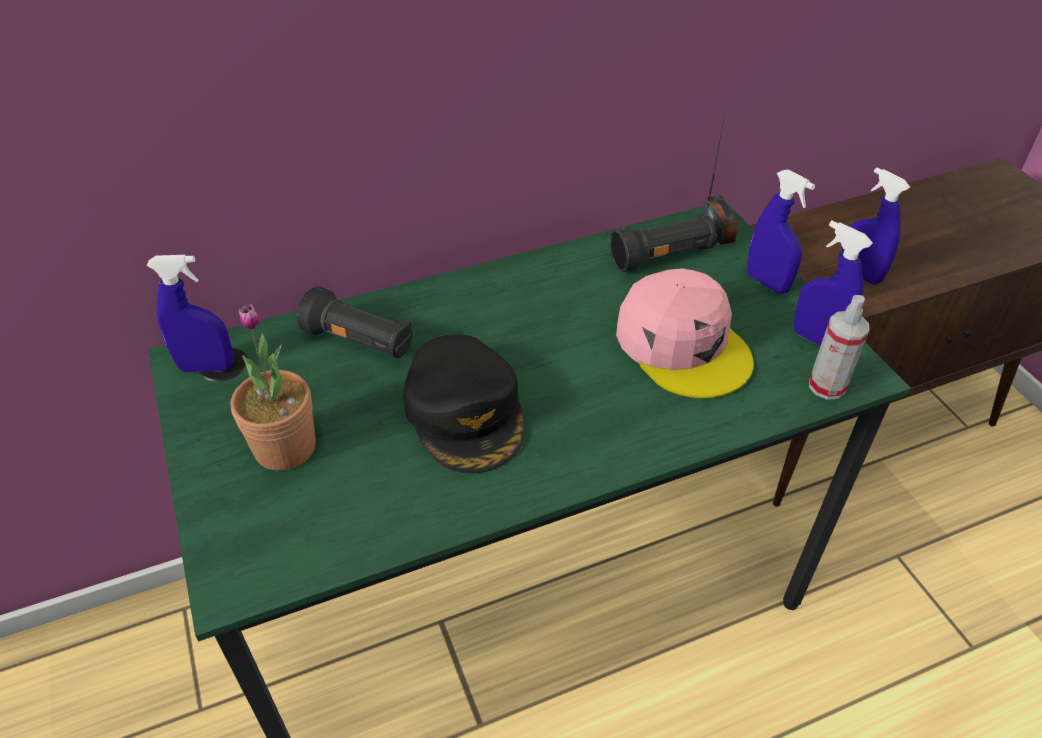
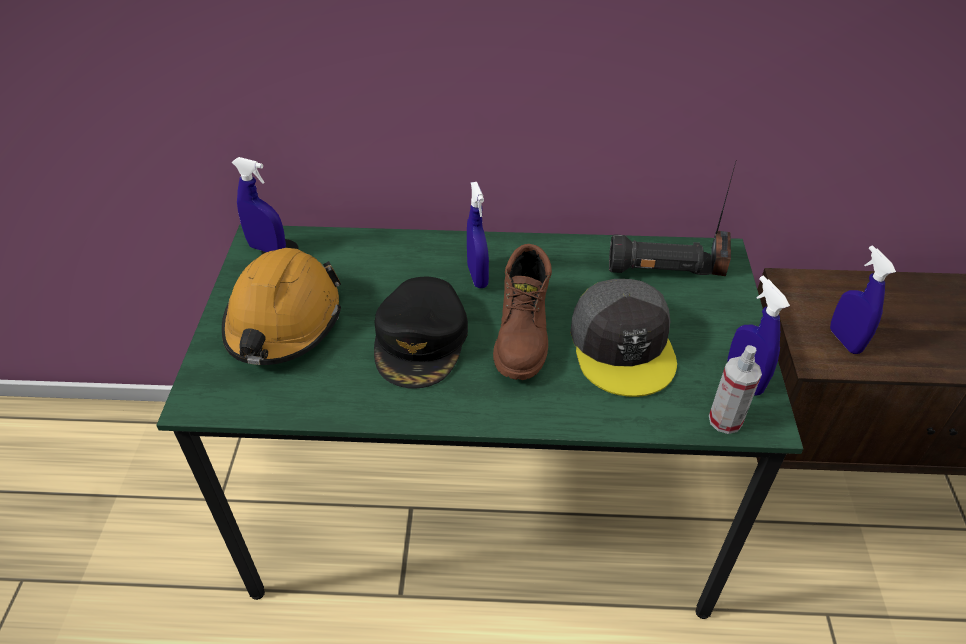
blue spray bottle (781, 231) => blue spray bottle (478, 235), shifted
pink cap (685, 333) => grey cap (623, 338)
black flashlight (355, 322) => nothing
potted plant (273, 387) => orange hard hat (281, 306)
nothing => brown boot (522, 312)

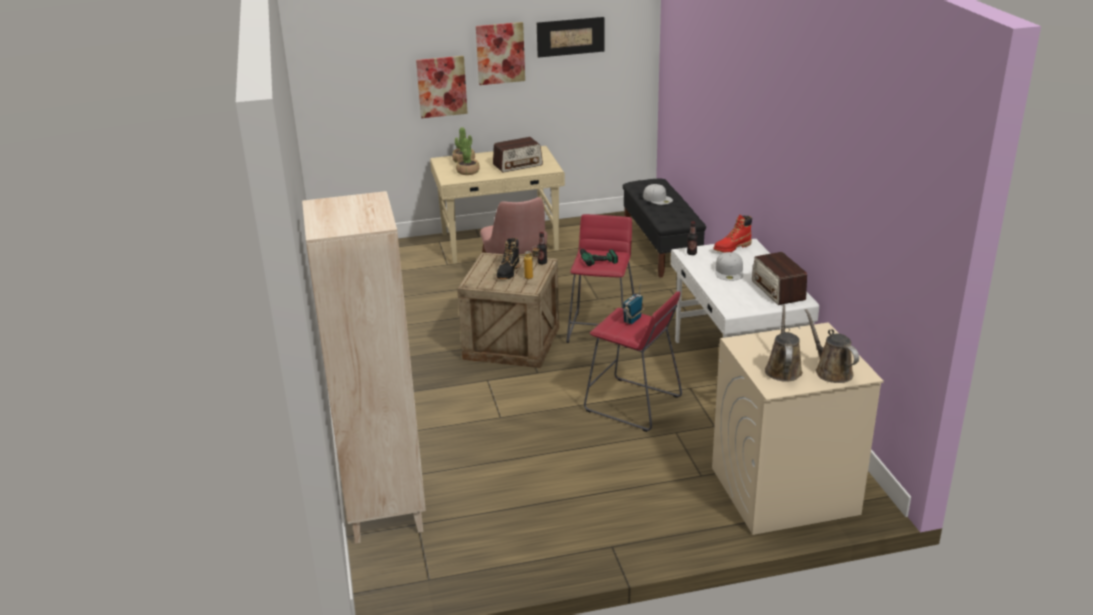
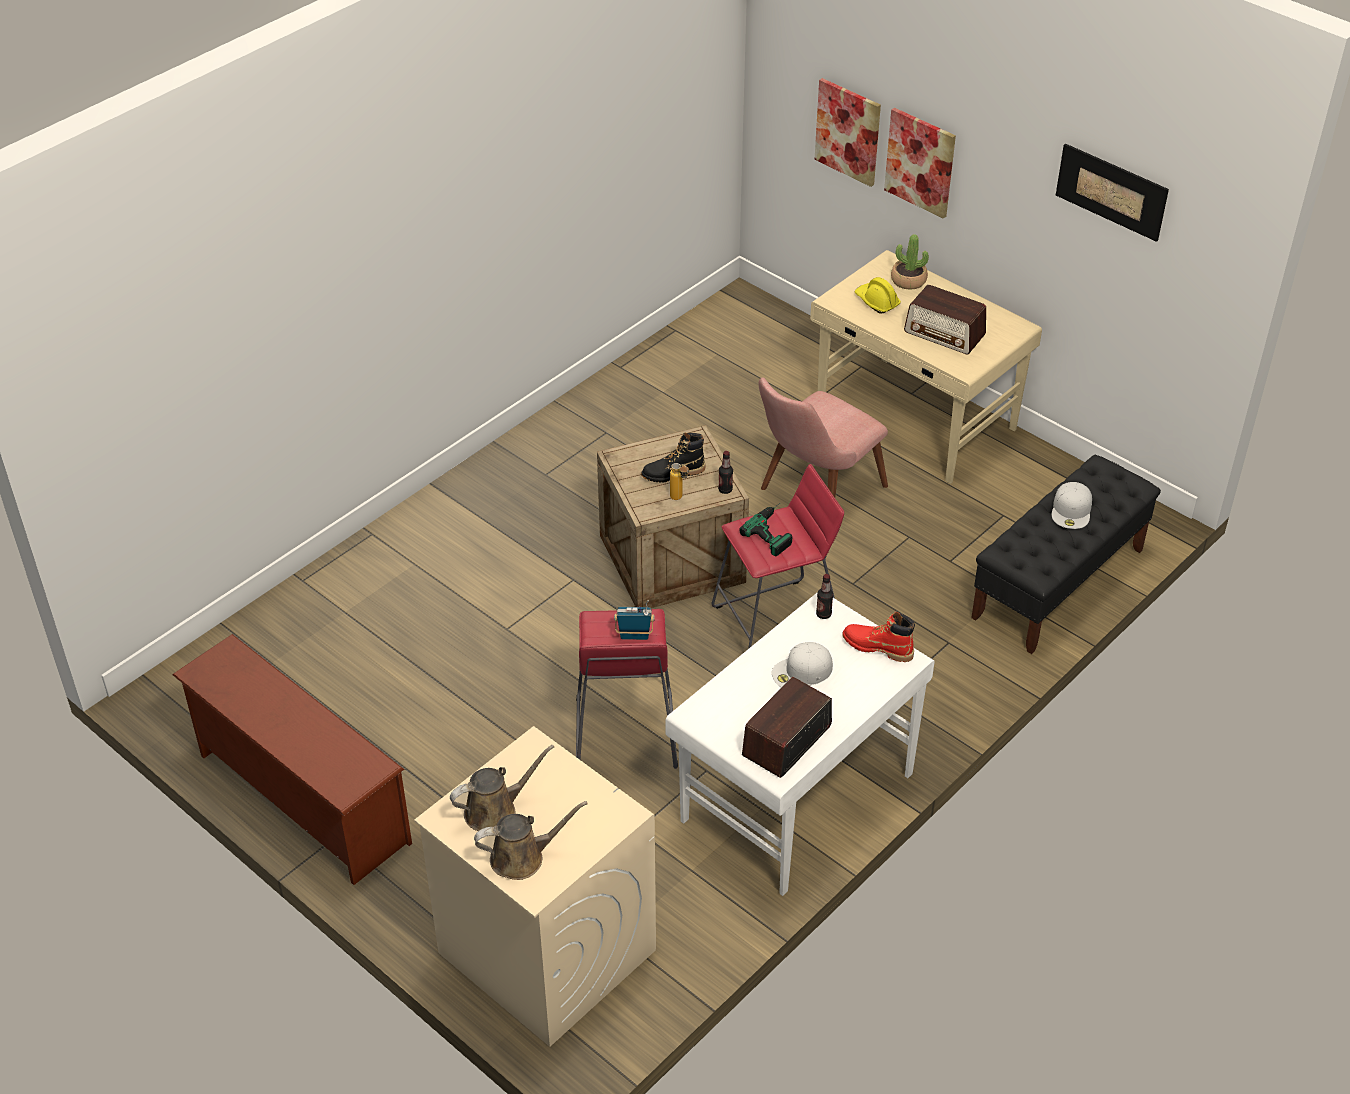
picture (500, 53) => picture (847, 132), shifted
potted plant (468, 156) => yellow hard hat (878, 295)
beige bookcase (364, 367) => nothing
brown watering can (832, 346) => brown watering can (531, 840), 45 degrees clockwise
nothing => brown shoe rack (292, 759)

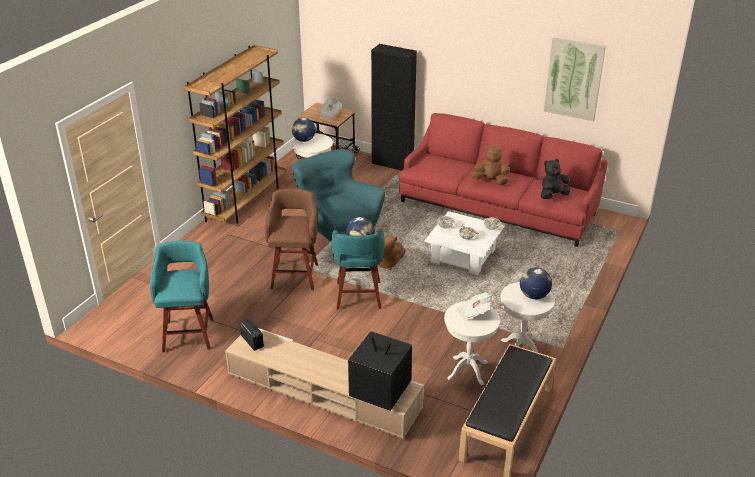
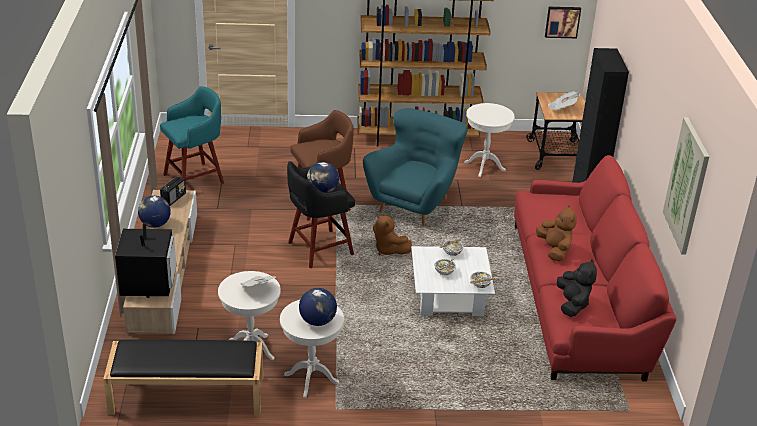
globe (304, 130) => globe (154, 212), shifted
black plush toy (555, 179) => black plush toy (577, 288), 60 degrees clockwise
turquoise stool (358, 269) => black stool (321, 214)
nothing => picture (563, 22)

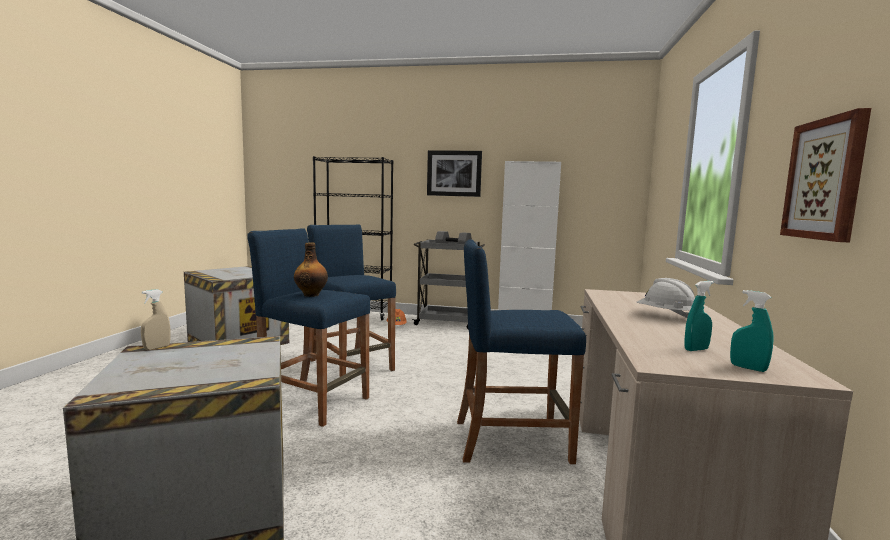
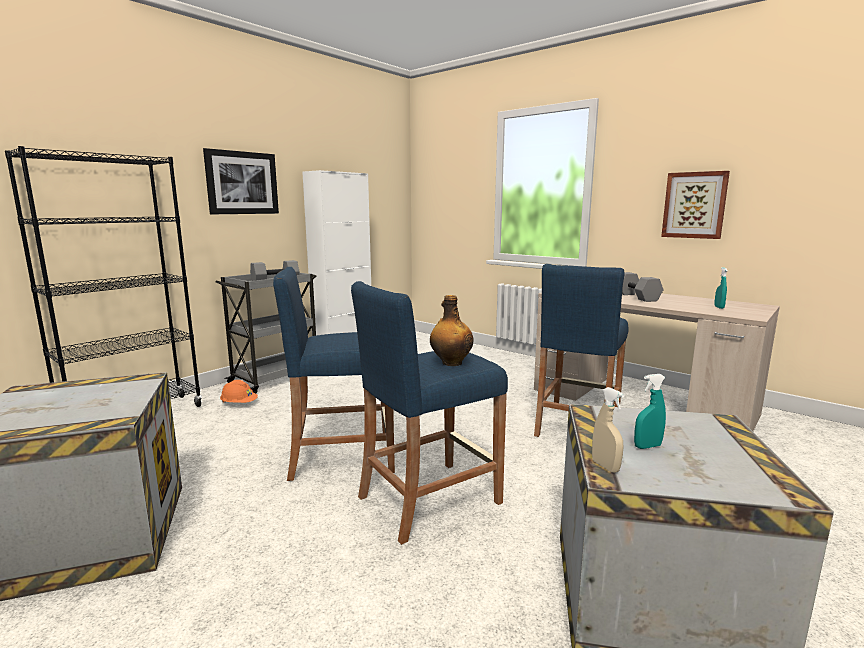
white hard hat (666, 298) => grey dumbbell (642, 287)
turquoise spray bottle (752, 331) => turquoise spray bottle (650, 411), shifted

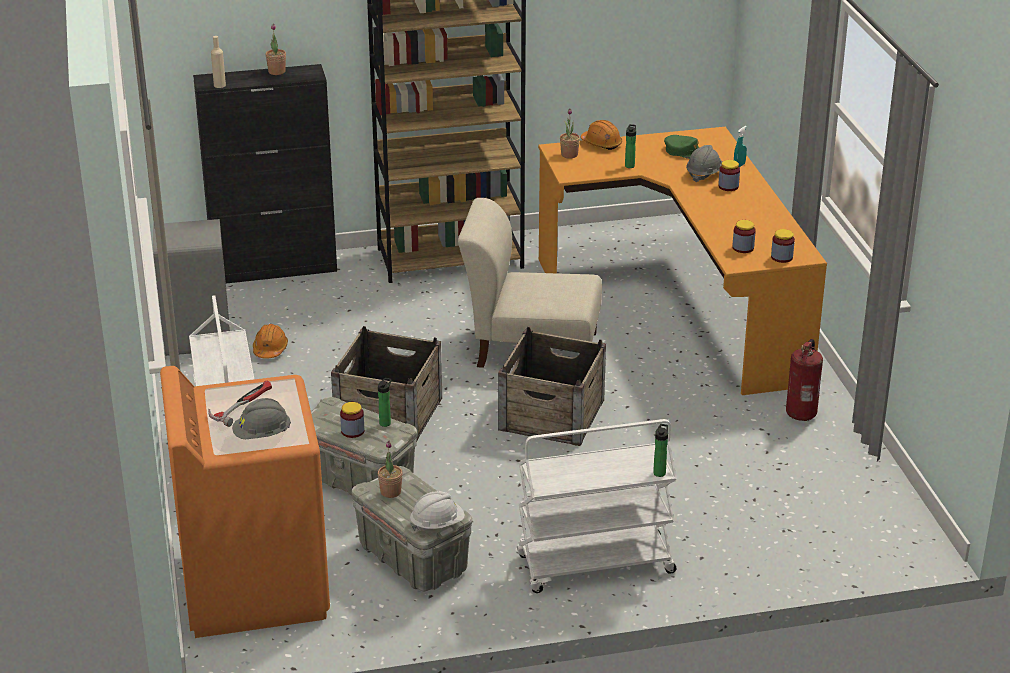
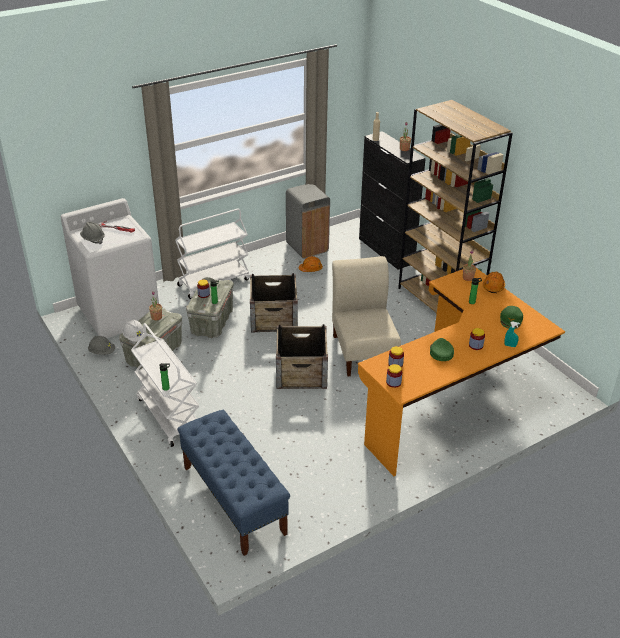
grey hard hat (704, 163) => grey hard hat (101, 345), shifted
fire extinguisher (804, 380) => nothing
orange washing machine (245, 502) => white washing machine (109, 268)
nothing => green cap (442, 349)
nothing => blue bench (233, 483)

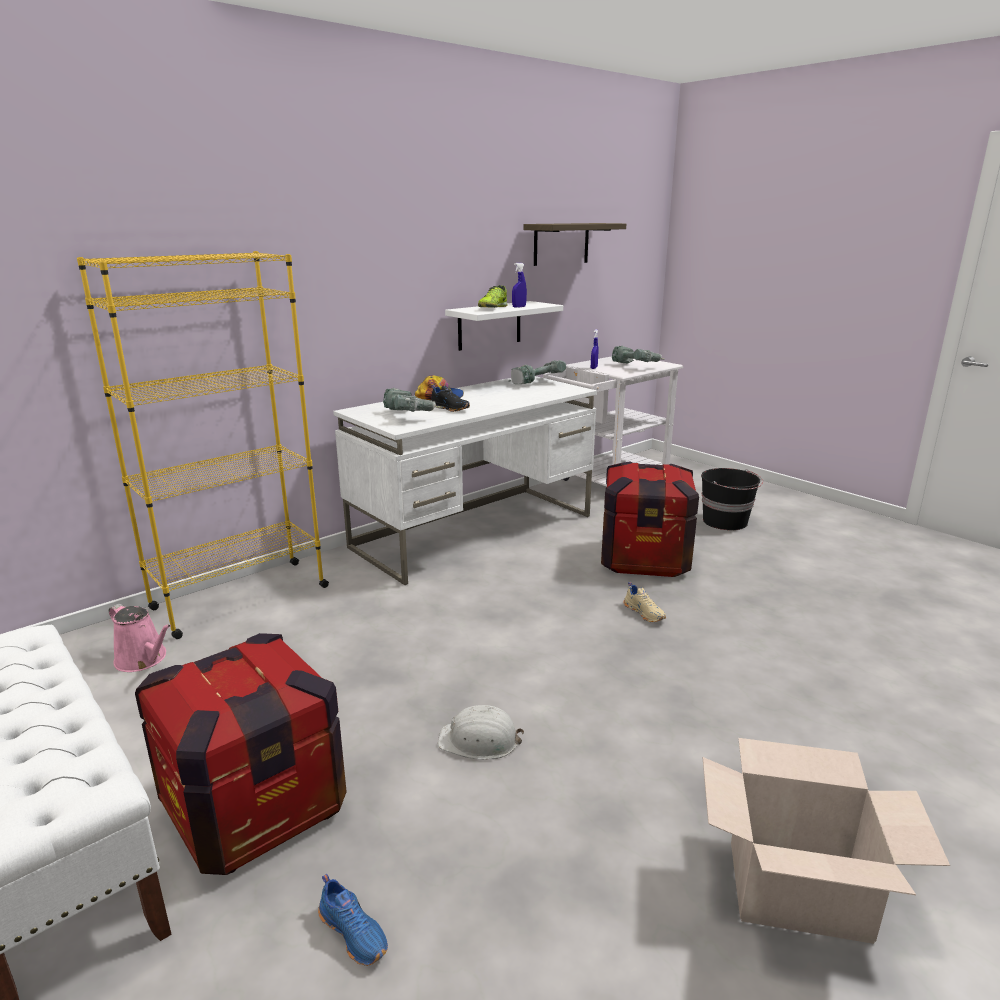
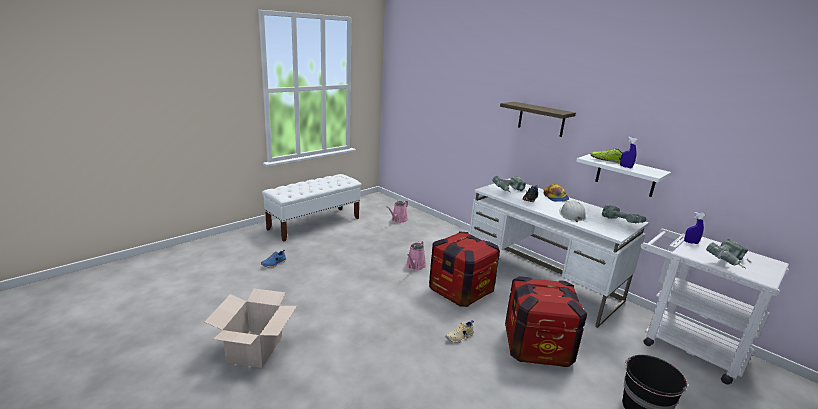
shelf (574, 244) => shelf (538, 119), shifted
yellow bookcase (203, 445) => nothing
crate (241, 754) => crate (464, 269), shifted
white hard hat (481, 732) => white hard hat (572, 211), shifted
nothing => pink watering can (416, 256)

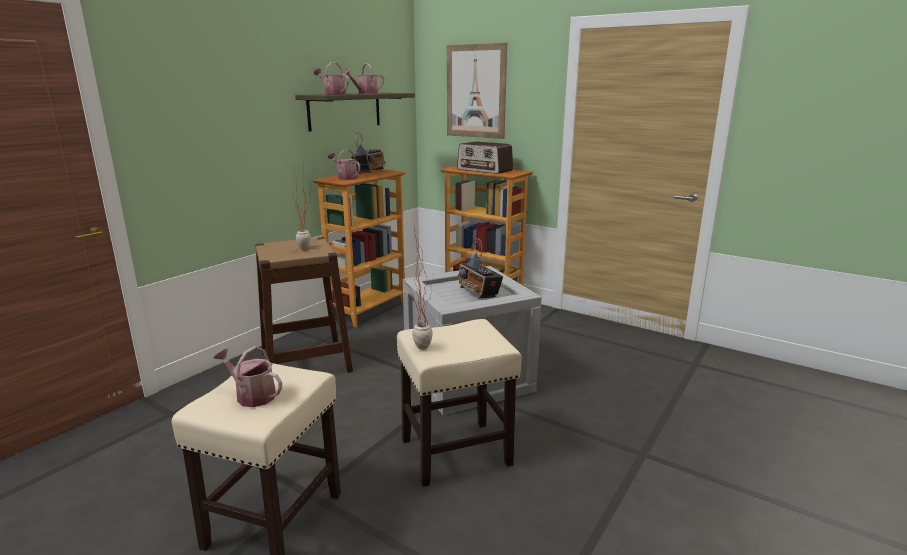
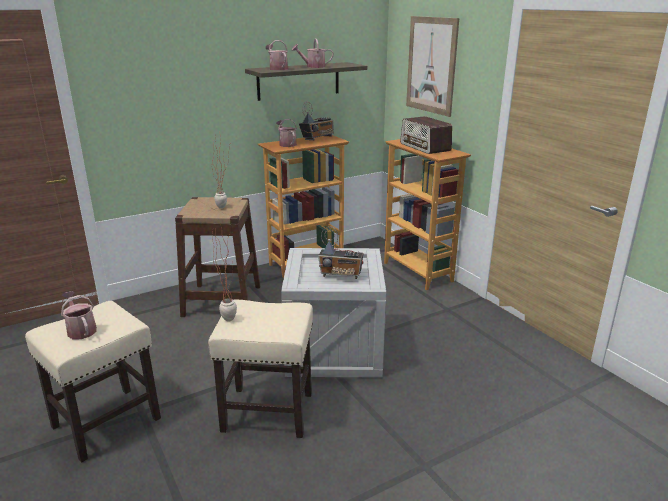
radio (480, 268) => radio (340, 252), 75 degrees counterclockwise

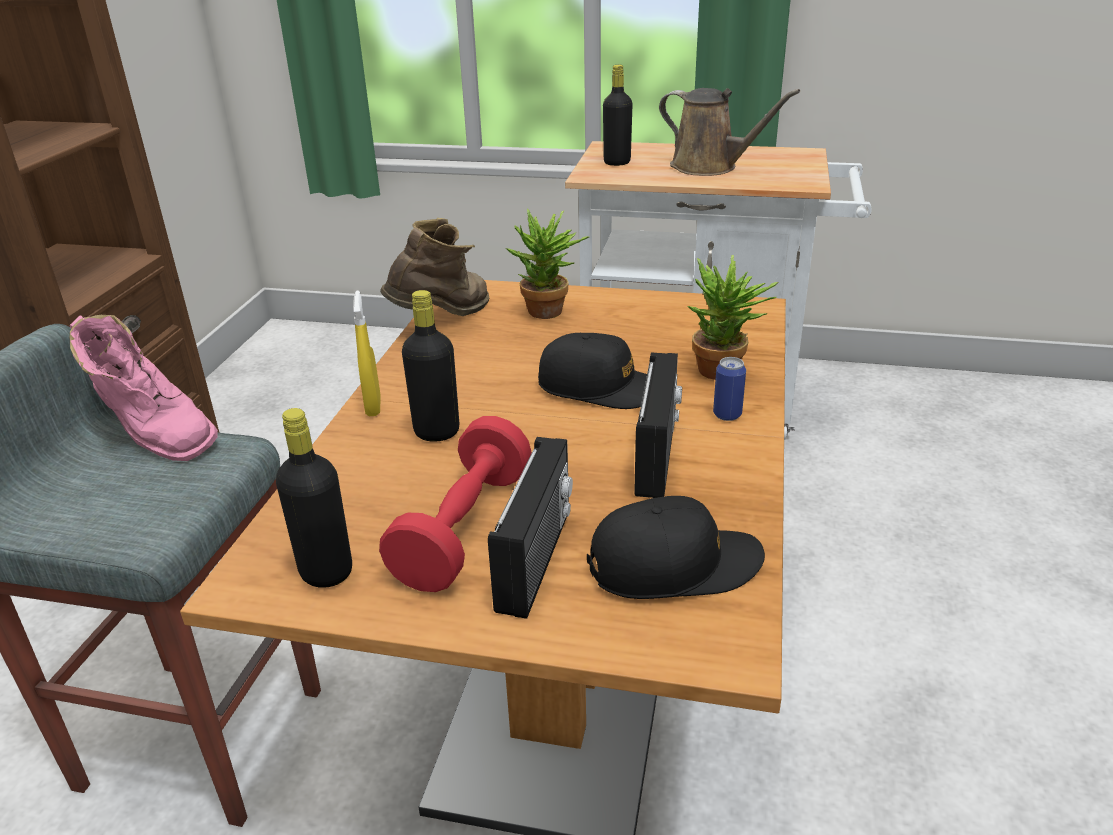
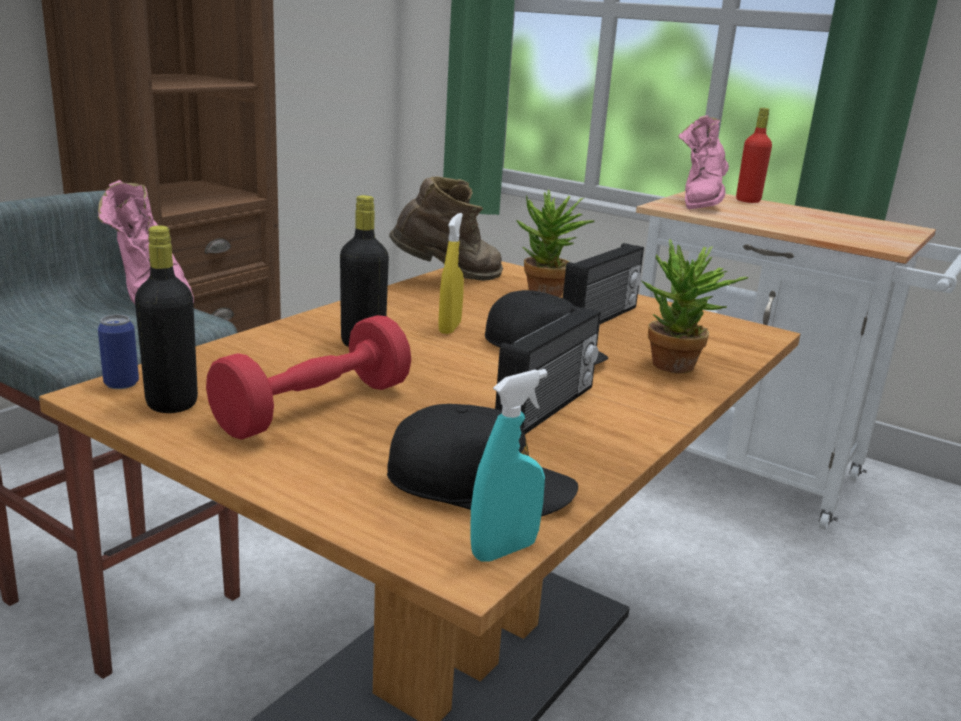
black bottle (618, 115) => pink boot (703, 162)
brown watering can (729, 132) => nothing
yellow spray bottle (366, 353) => yellow spray bottle (451, 273), shifted
can (729, 389) => can (118, 352), shifted
radio (530, 528) => radio (603, 283), shifted
nothing => red bottle (754, 155)
nothing => turquoise spray bottle (508, 465)

